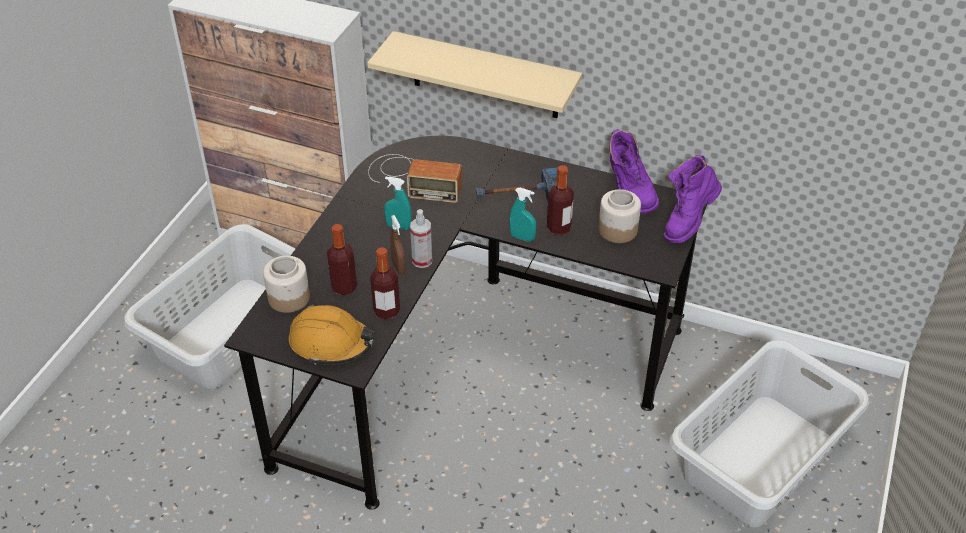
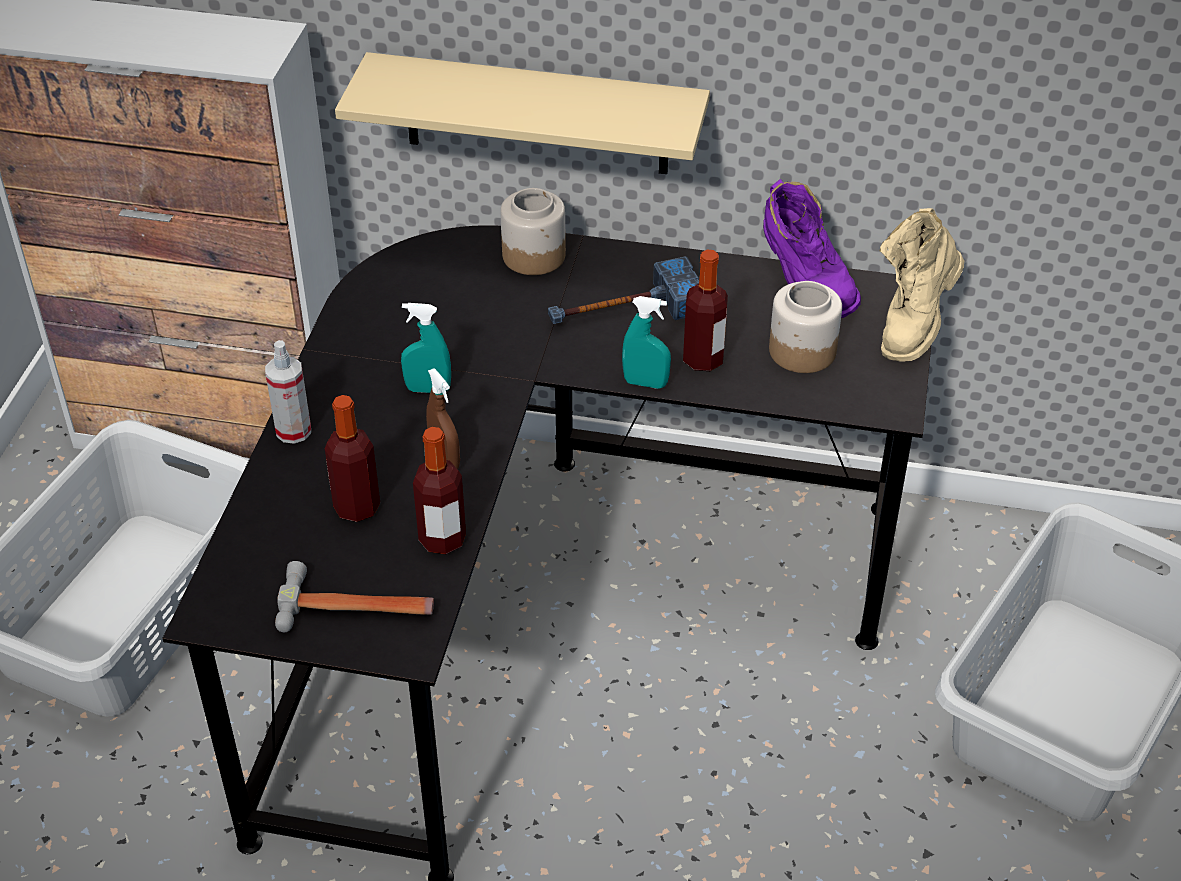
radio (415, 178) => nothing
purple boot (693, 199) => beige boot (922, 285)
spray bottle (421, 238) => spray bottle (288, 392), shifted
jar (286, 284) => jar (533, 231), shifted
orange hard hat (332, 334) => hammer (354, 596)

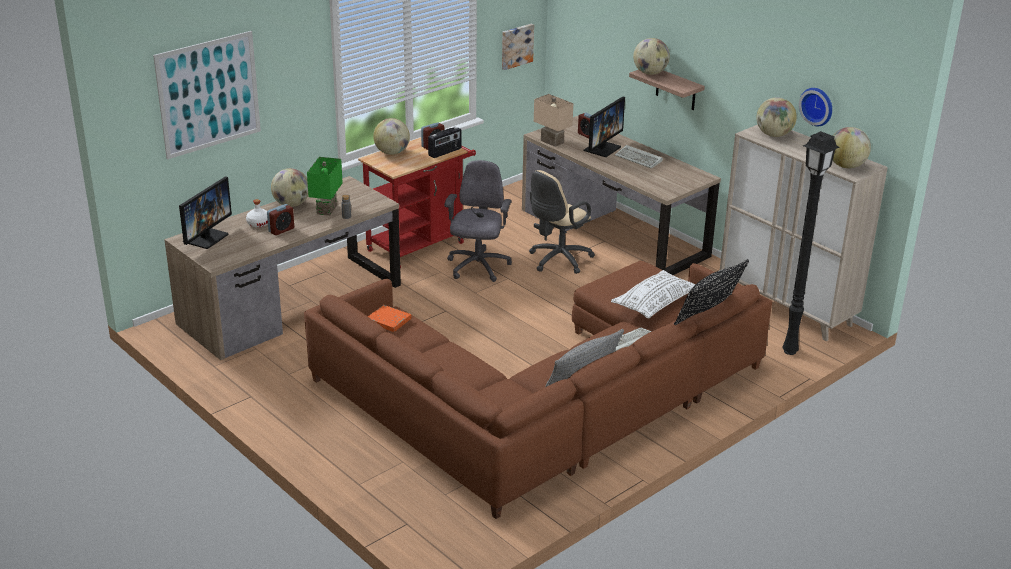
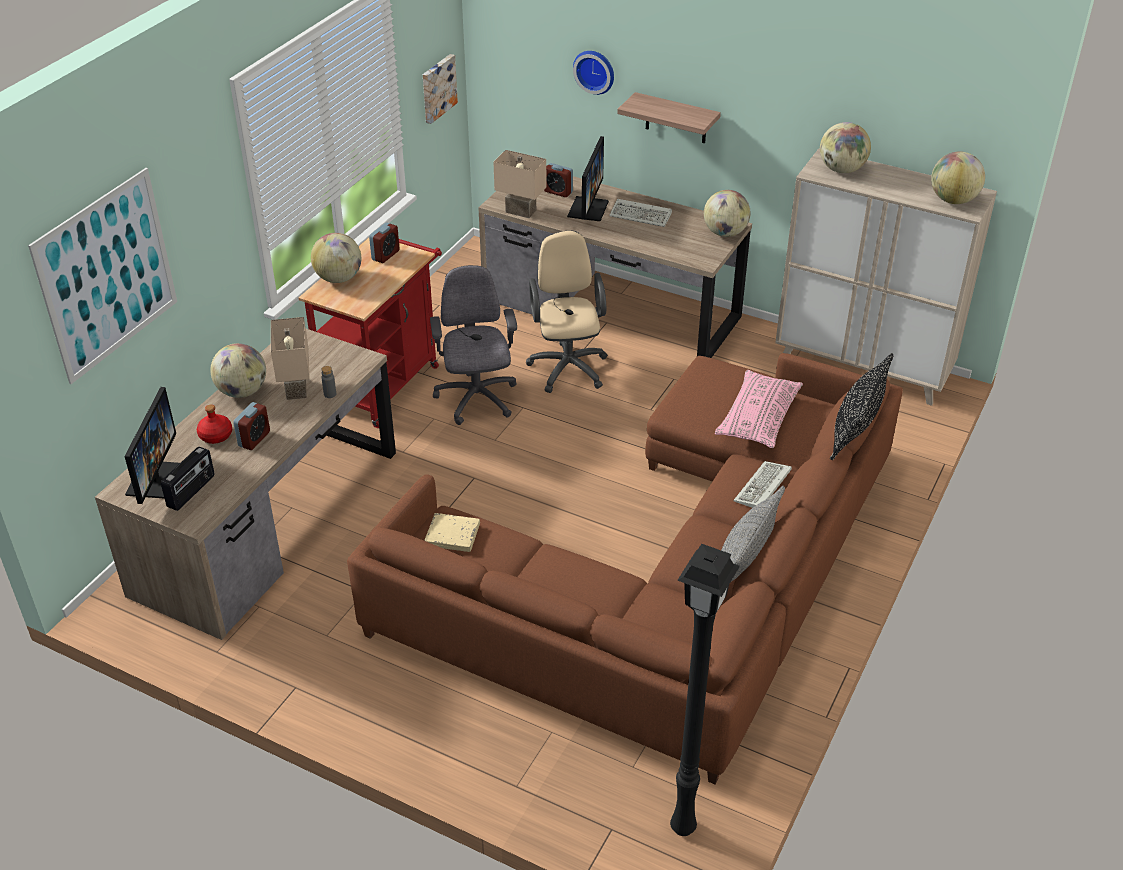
globe (651, 56) => globe (727, 213), shifted
wall clock (815, 107) => wall clock (593, 73), shifted
radio (445, 142) => radio (187, 479), shifted
black floor lamp (810, 243) => black floor lamp (705, 690), shifted
green table lamp (325, 186) => beige table lamp (290, 358)
beige office chair (562, 222) => beige office chair (567, 311), 150 degrees clockwise
white bottle (257, 213) => red bottle (214, 424)
white pillow (653, 294) => pink pillow (759, 409)
orange book (390, 318) => beige book (452, 532)

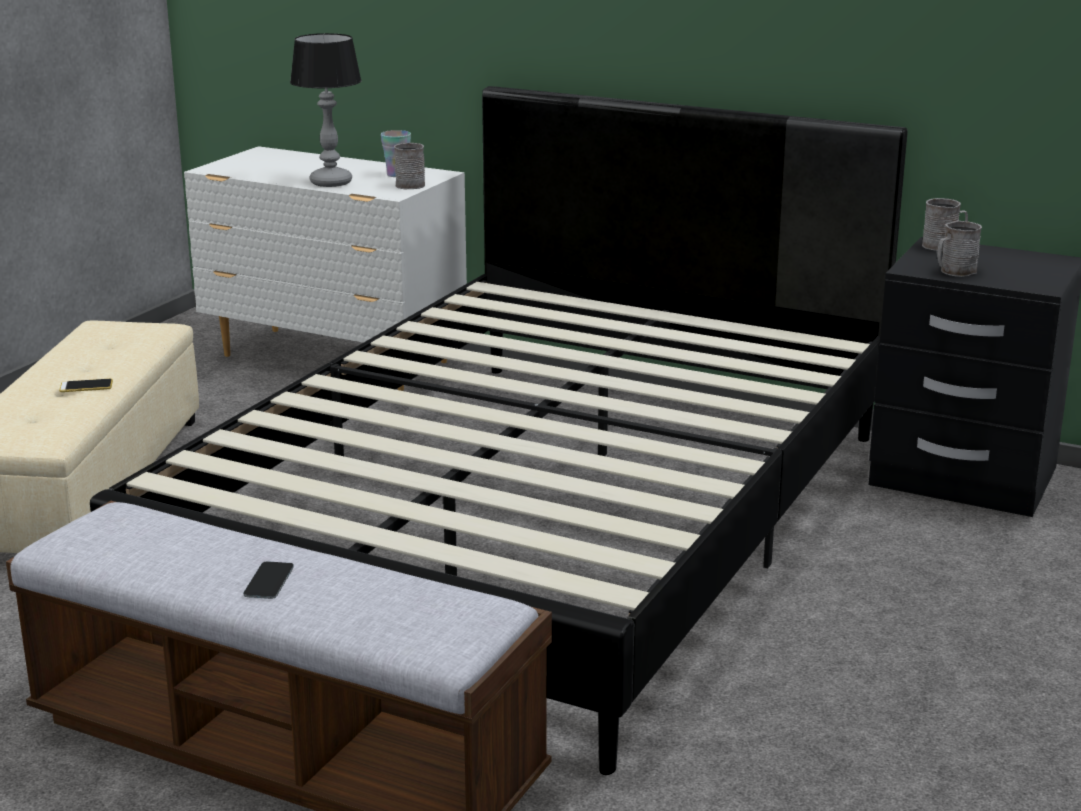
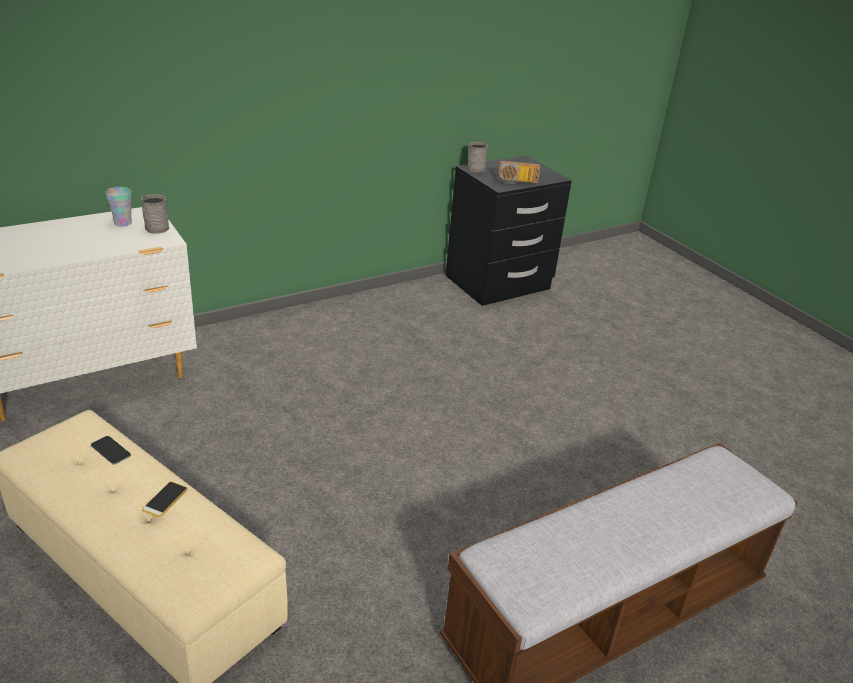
table lamp (326, 110) => nothing
black bed (499, 430) => nothing
grey mug (959, 249) => radio (517, 172)
phone (268, 580) => phone (111, 450), shifted

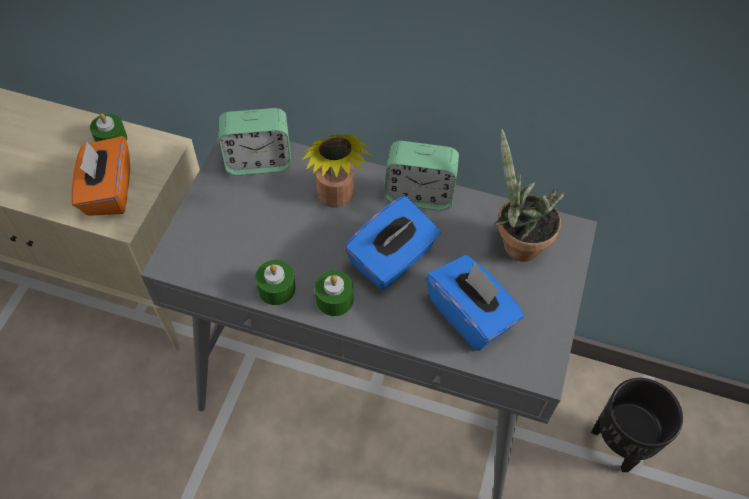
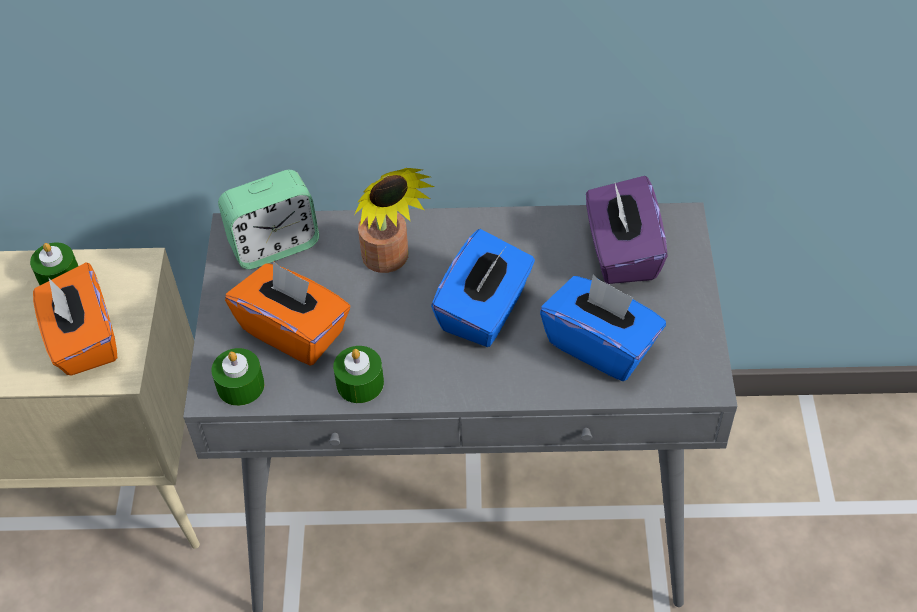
potted plant (529, 195) => purple tissue box (627, 230)
alarm clock (422, 175) => nothing
green candle (334, 293) => green candle (238, 377), shifted
black planter (637, 425) => nothing
nothing => orange tissue box (287, 313)

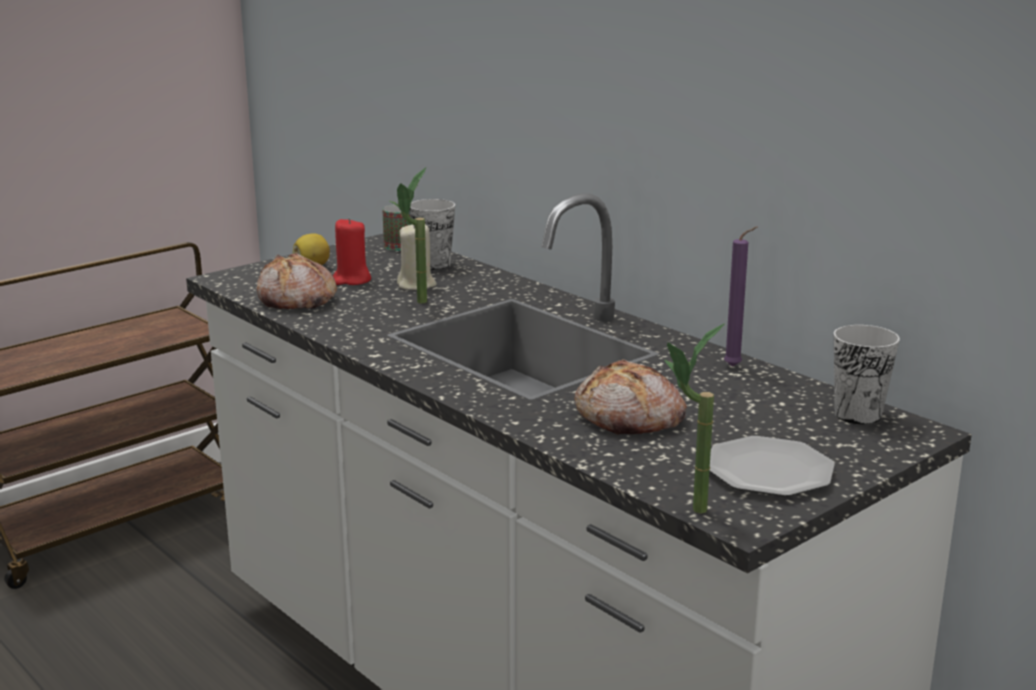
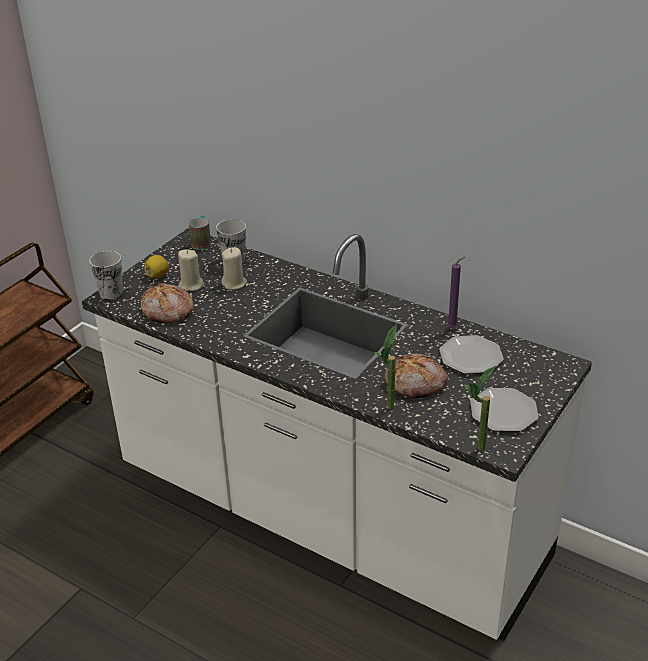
potted plant (407, 235) => potted plant (385, 366), shifted
red candle (352, 251) => beige candle (191, 270)
cup (867, 375) => cup (106, 276), shifted
nothing => plate (471, 354)

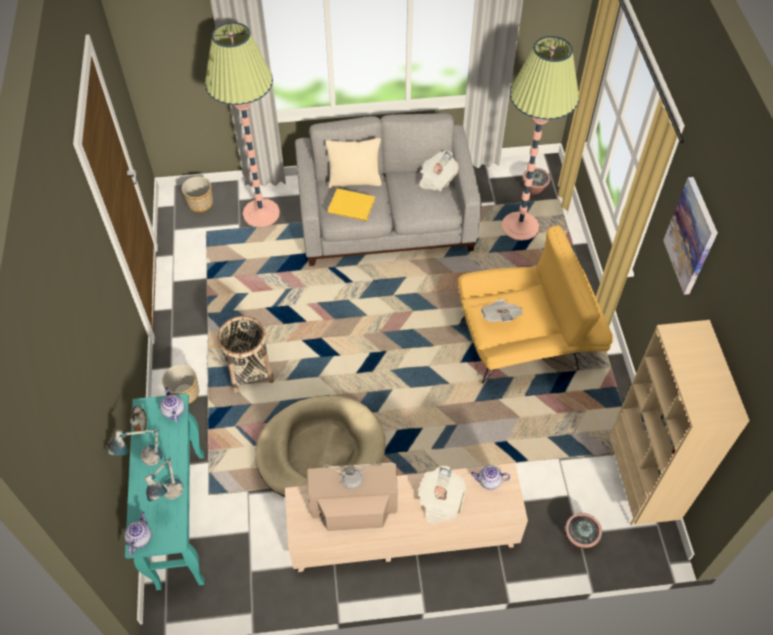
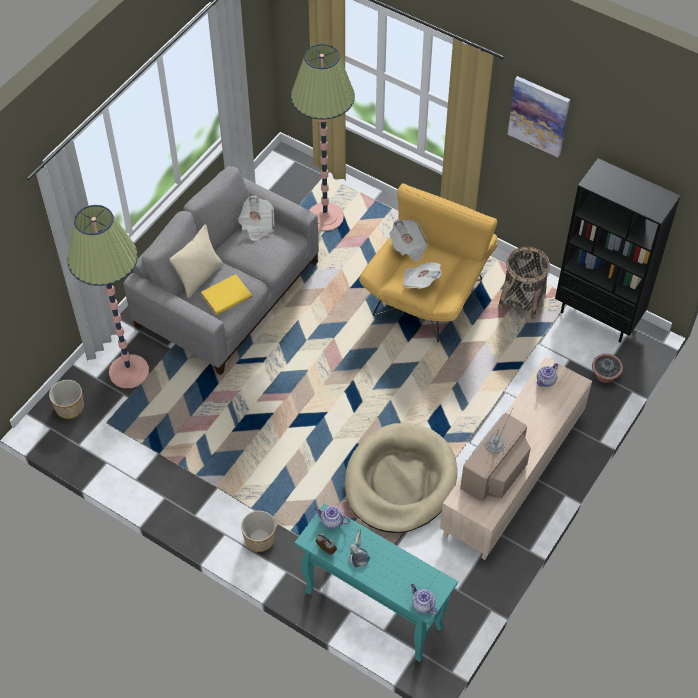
potted plant (536, 181) => nothing
basket (245, 354) => basket (524, 283), shifted
beige bookcase (679, 423) => black bookcase (617, 250)
table lamp (164, 479) => nothing
newspaper (442, 495) => newspaper (408, 240), shifted

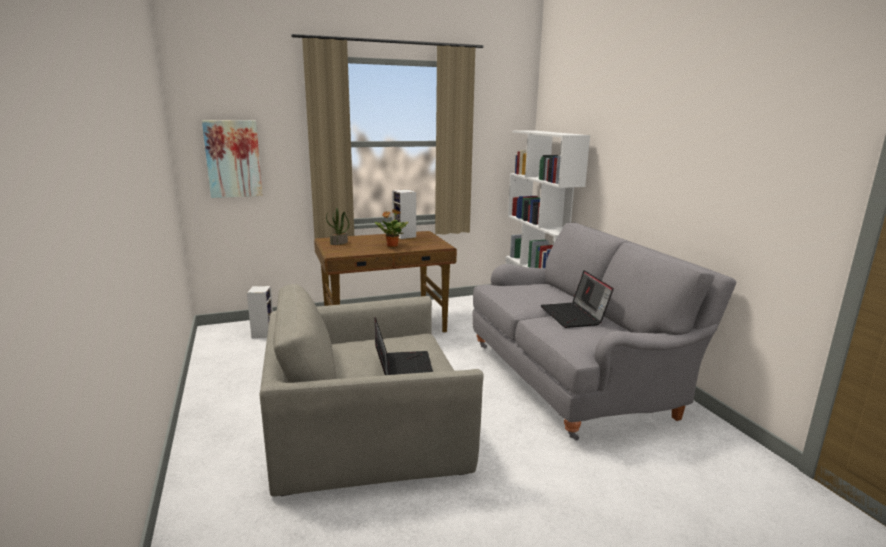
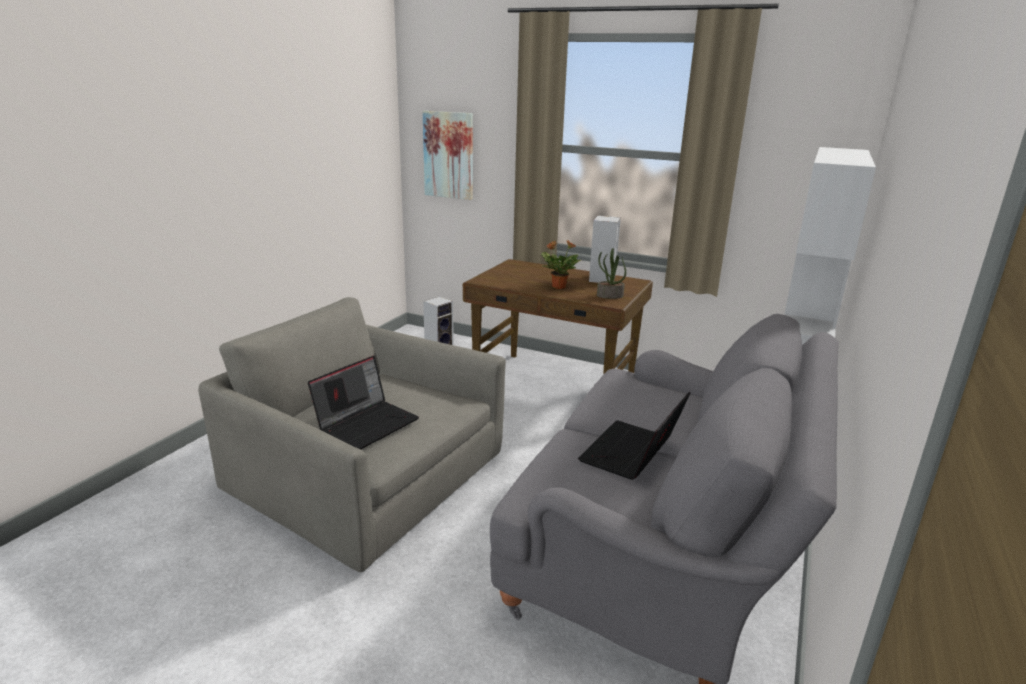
potted plant (338, 226) => potted plant (611, 273), shifted

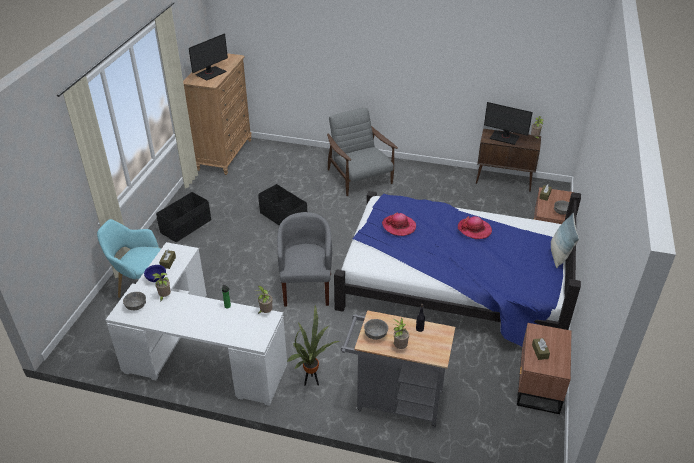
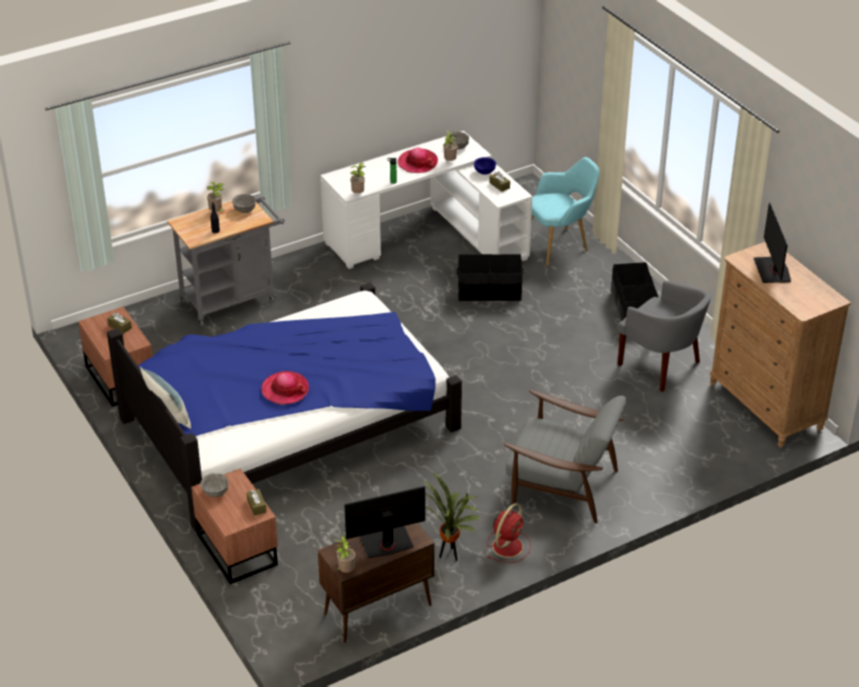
black storage box (282, 204) => black storage box (490, 277), shifted
grey armchair (304, 259) => grey armchair (664, 336), shifted
hat (399, 224) => hat (418, 160), shifted
potted plant (313, 345) => potted plant (453, 517), shifted
nothing => red fan (509, 533)

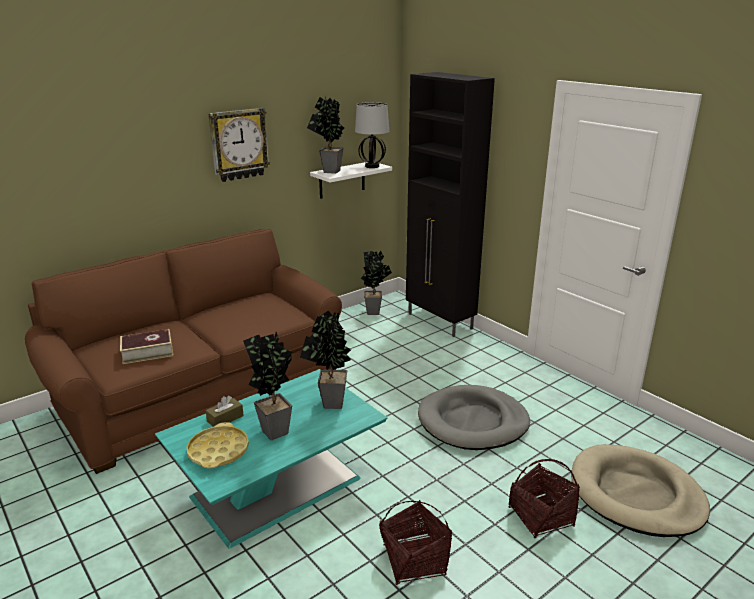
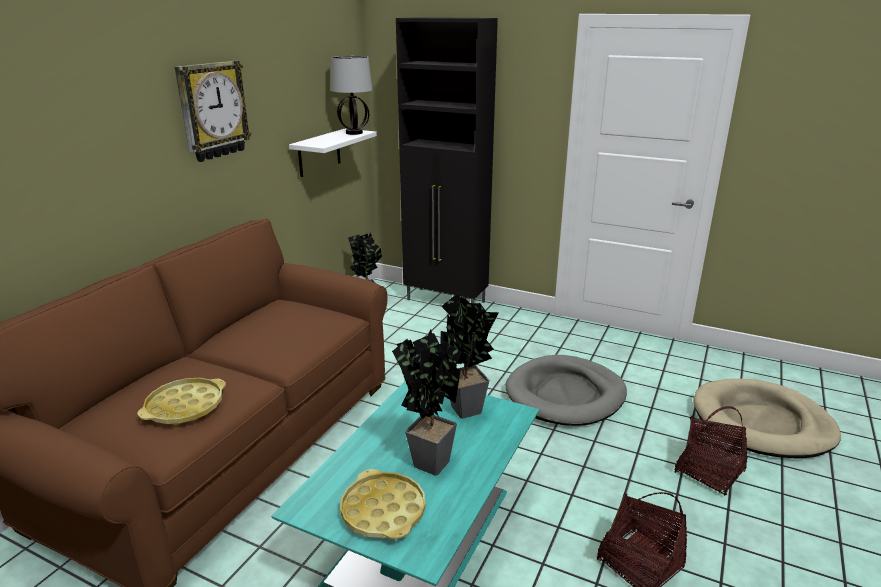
potted plant (325, 135) => nothing
book (146, 346) => yellow tray (181, 401)
brown tissue box (225, 411) => nothing

